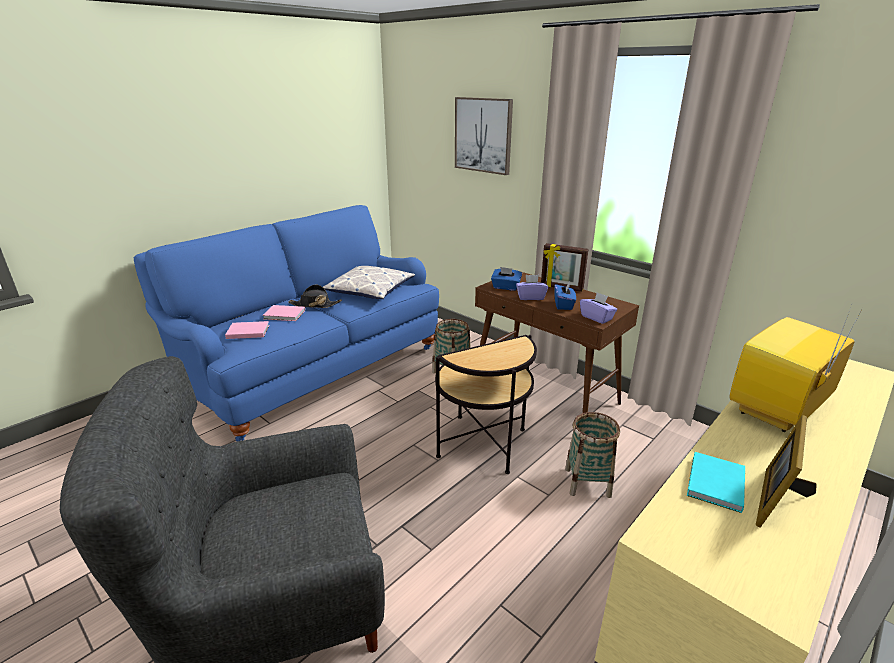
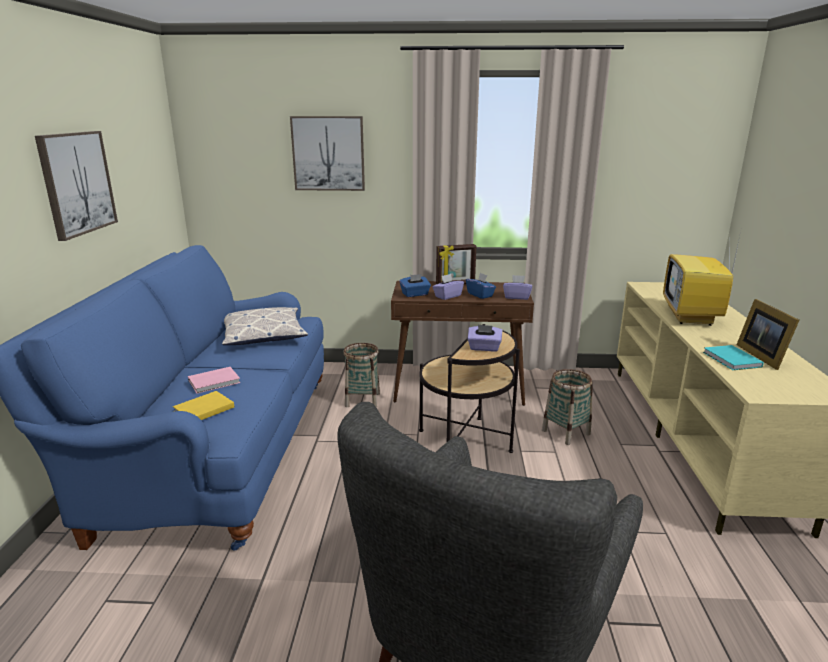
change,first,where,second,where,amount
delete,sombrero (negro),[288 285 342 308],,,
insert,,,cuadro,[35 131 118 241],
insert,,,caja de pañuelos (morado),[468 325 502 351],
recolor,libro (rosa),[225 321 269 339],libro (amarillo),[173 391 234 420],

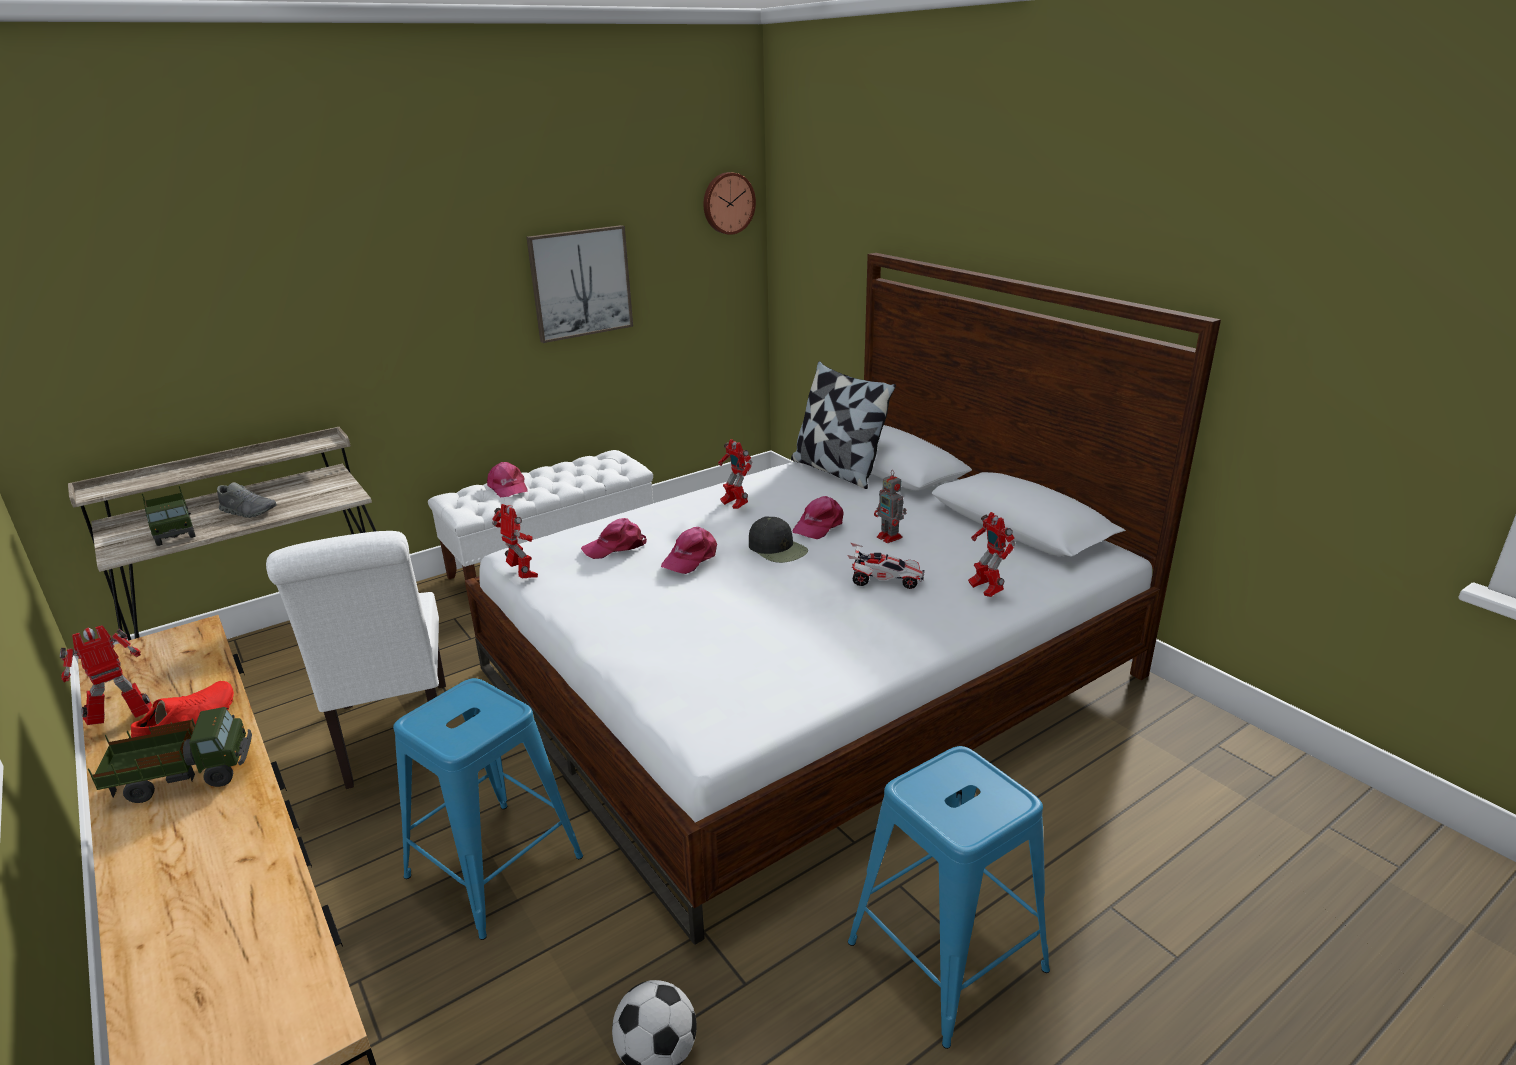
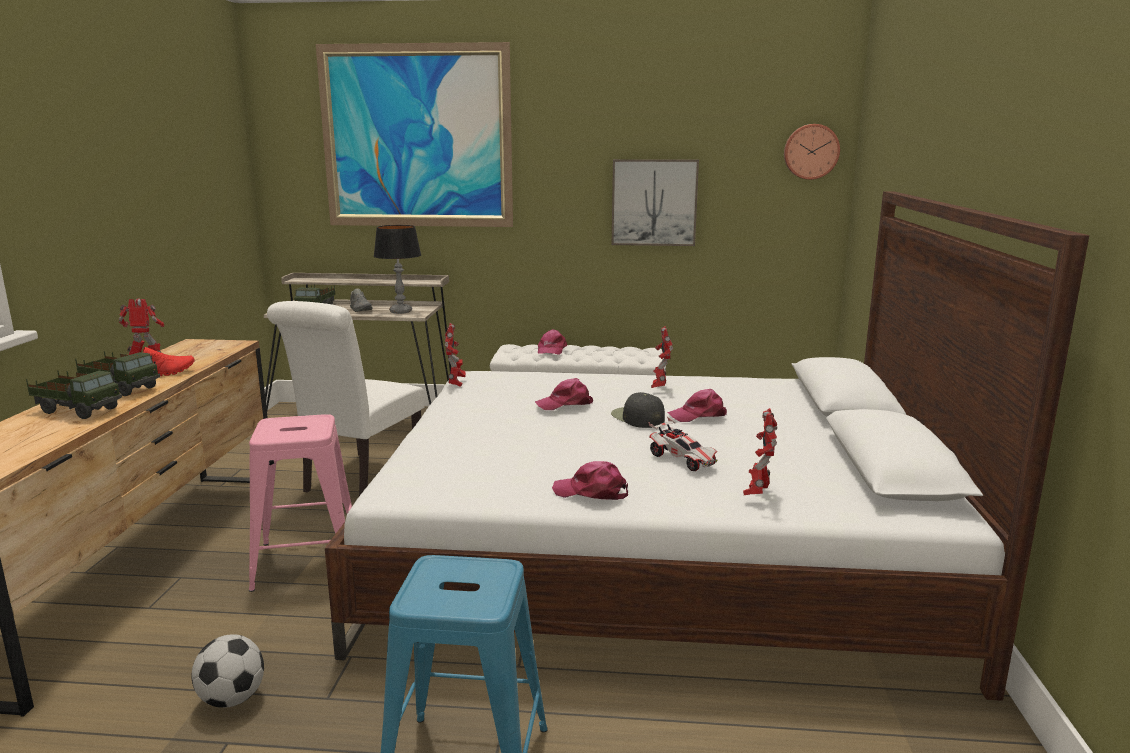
change,first,where,second,where,amount
delete,cojín,[791 361 896 489],,,
delete,robot de juguete,[874 470 907 543],,,
insert,,,camión de juguete,[26 370 122 419],
insert,,,cuadro,[316 42 513 227],
insert,,,lámpara de mesa,[374 225 421 314],
move,gorra (rosa),[581 518 647 559],,[552 461 628 500],
recolor,taburete (azul),[393 678 583 940],taburete (rosa),[249 414 352 592],
rotate,gorra (negro),[749 516 808 563],,[611 392 665 428],150 degrees clockwise

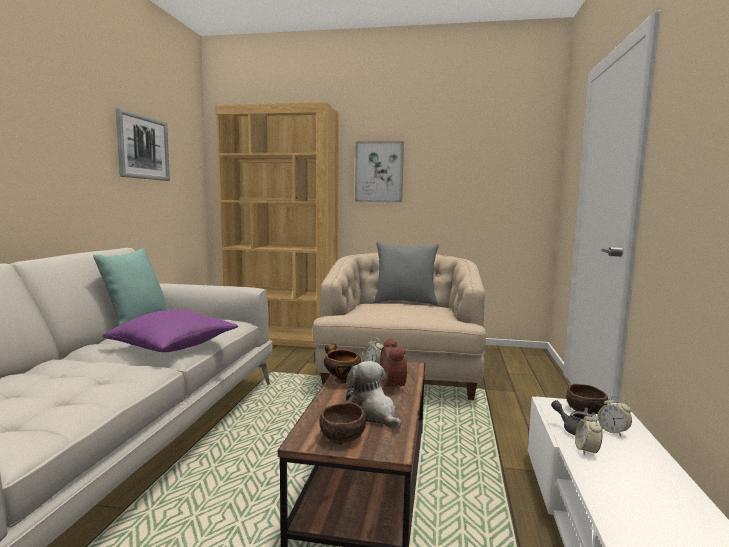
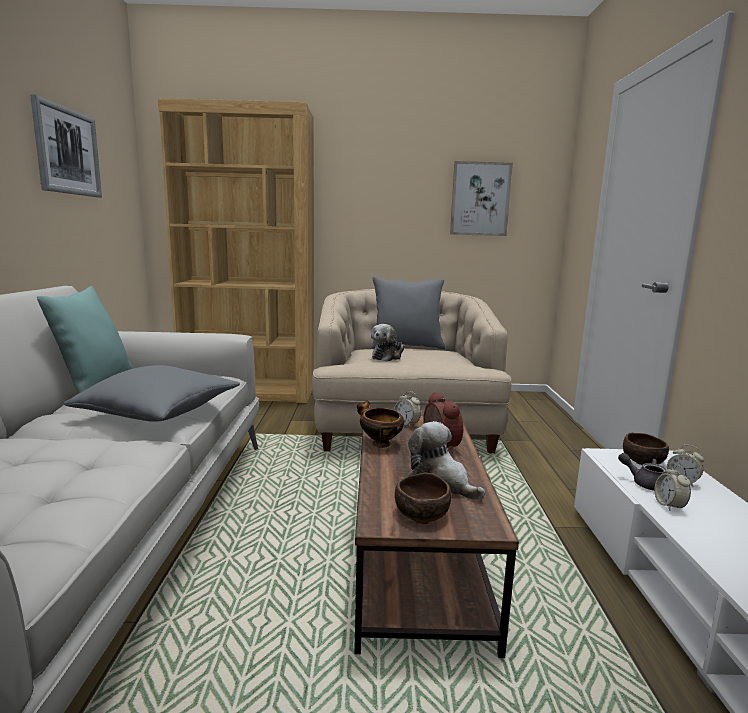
change,first,where,second,where,amount
insert,,,peluche,[371 324 405 361],
move,cuadro,[355 141 404 202],,[450 161 513 236],
recolor,cojín (morado),[102 310 238 352],cojín (gris),[64 365 240 422],

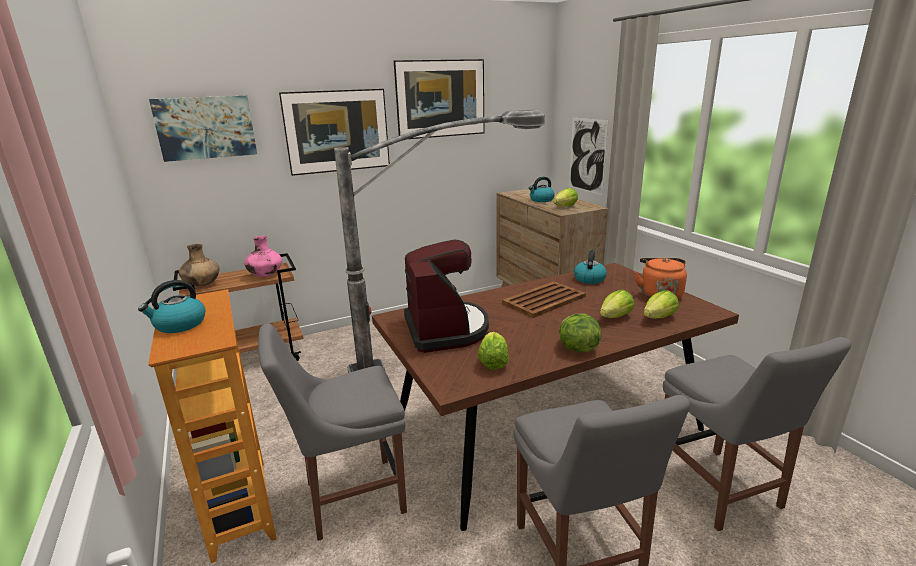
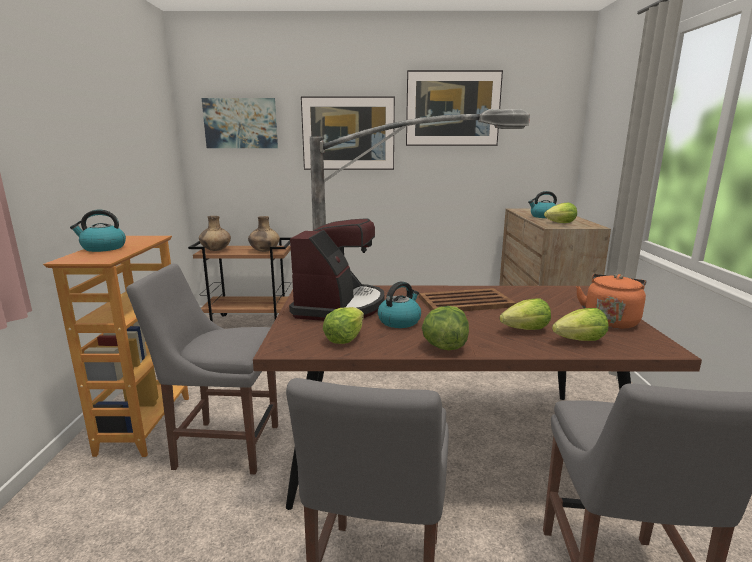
change,first,where,second,where,amount
delete,cuadro,[569 118 608 195],,,
move,hervidor,[574 250 607 284],,[378 281 421 328],
recolor,florero (rosa),[244 236 282 277],florero (marrón),[248 216 280 252],

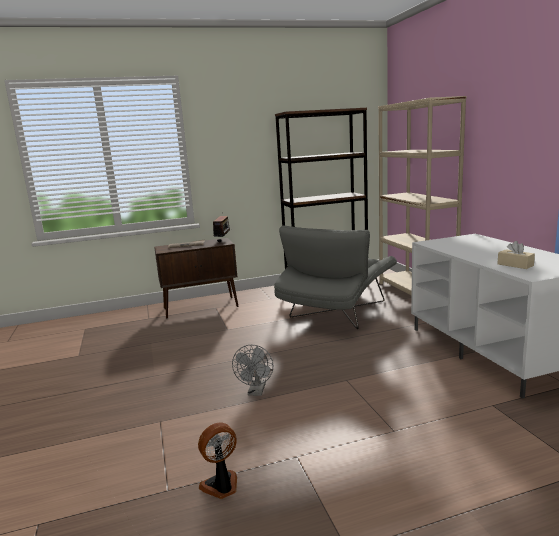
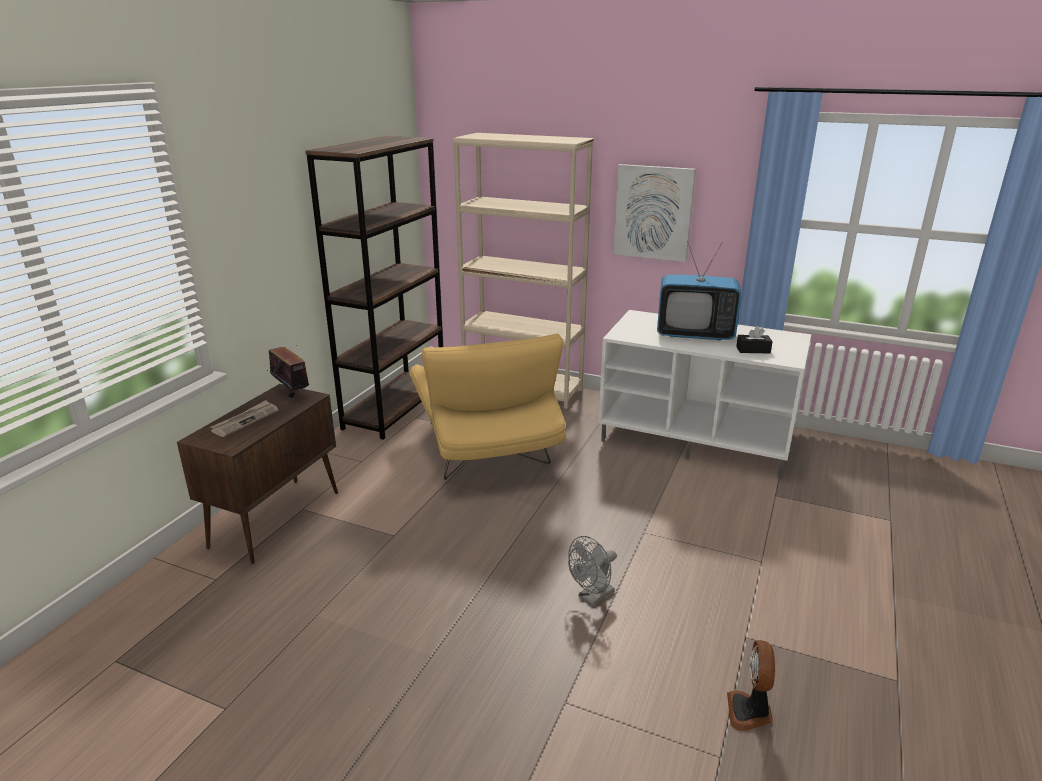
change,first,where,second,where,amount
insert,,,cuadro,[613 164 696 262],
insert,,,televisor,[657 241 742 341],
recolor,sillón (gris),[274 225 397 329],sillón (amarillo),[409 333 566 480],
recolor,caja de pañuelos (beis),[498 241 535 269],caja de pañuelos (negro),[736 326 773 353],
rotate,ventilador (gris),[232 345 273 396],,[568 536 617 606],90 degrees clockwise

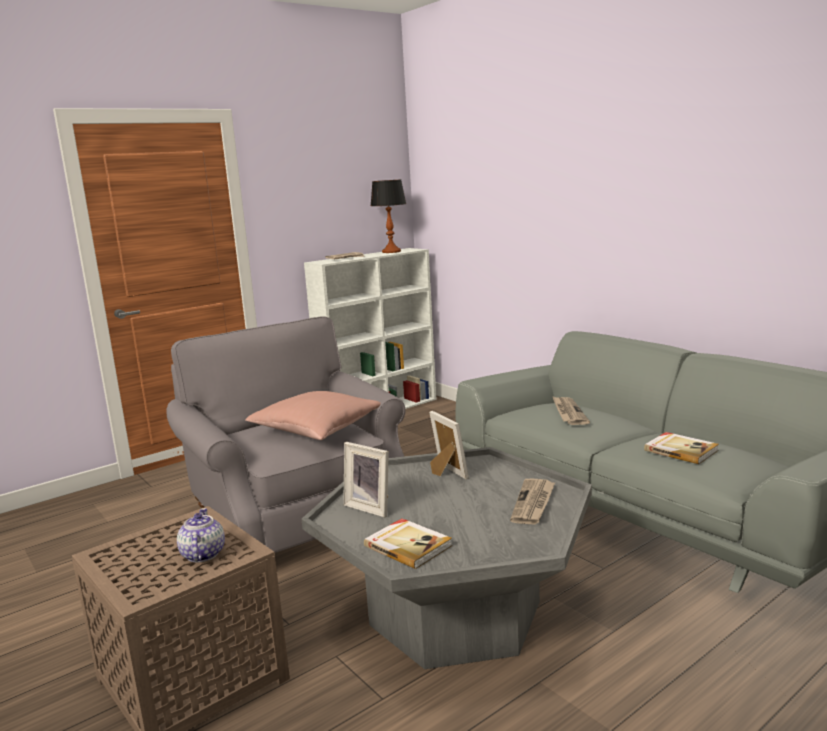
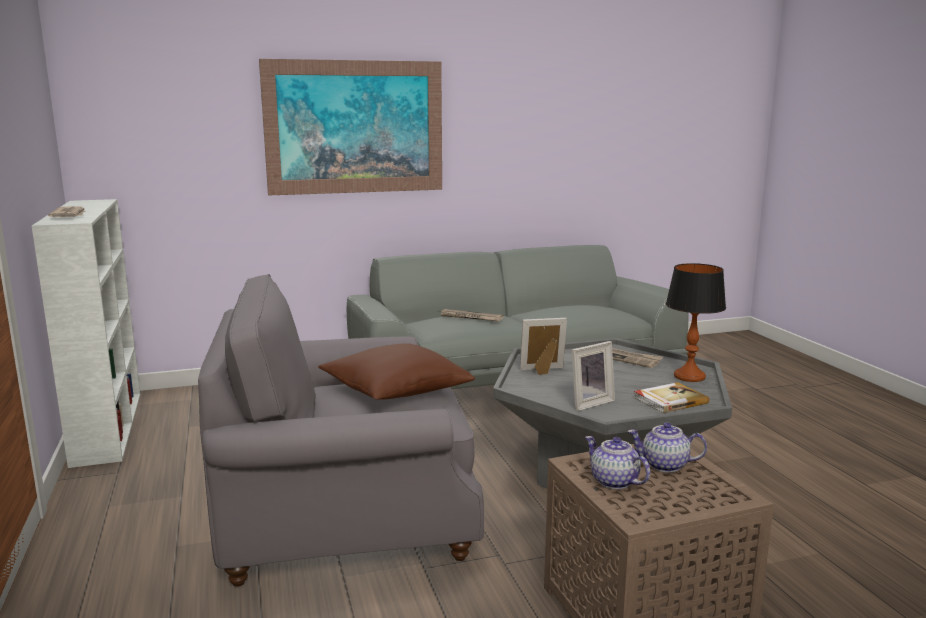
change,first,where,second,where,amount
delete,libro,[644 432 719 464],,,
insert,,,cuadro,[259 59 442 195],
insert,,,tetera,[585 436 650 489],
move,lámpara de mesa,[371 180 406 253],,[666 263 726 382],
recolor,cojín (rosa),[245 391 381 440],cojín (marrón),[318 344 475 400],

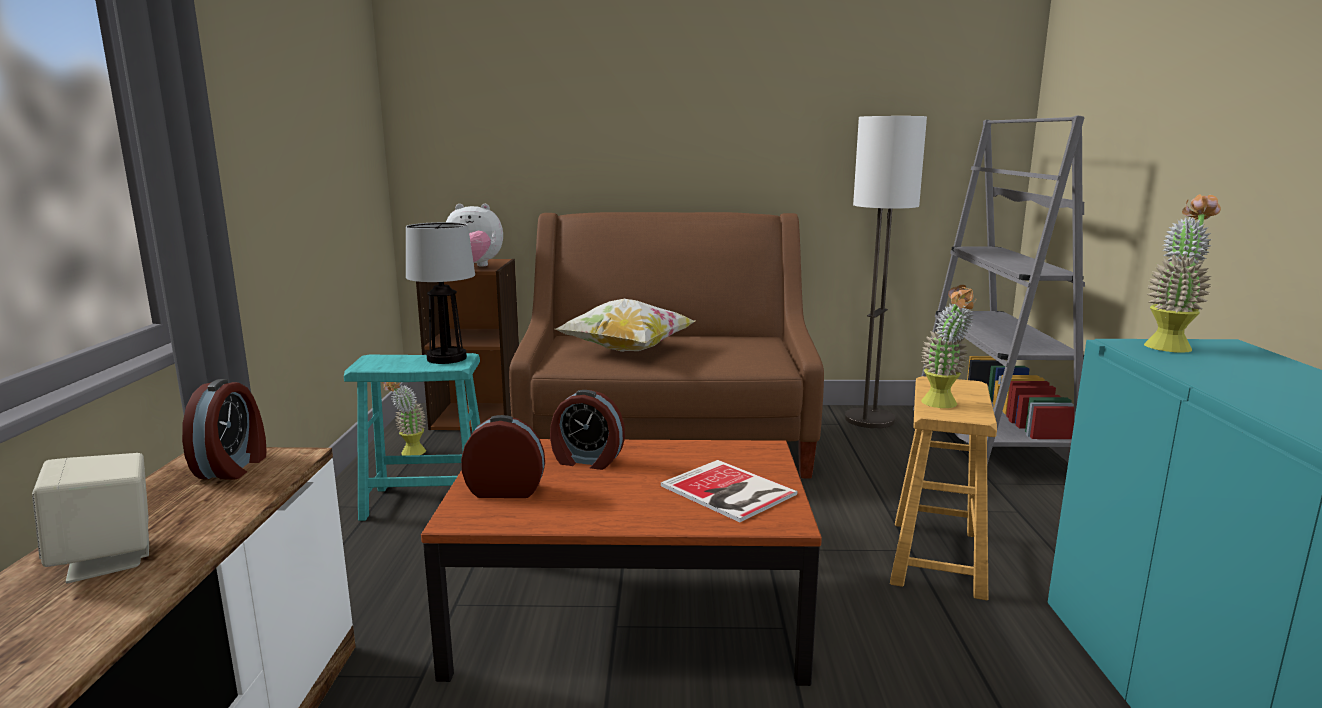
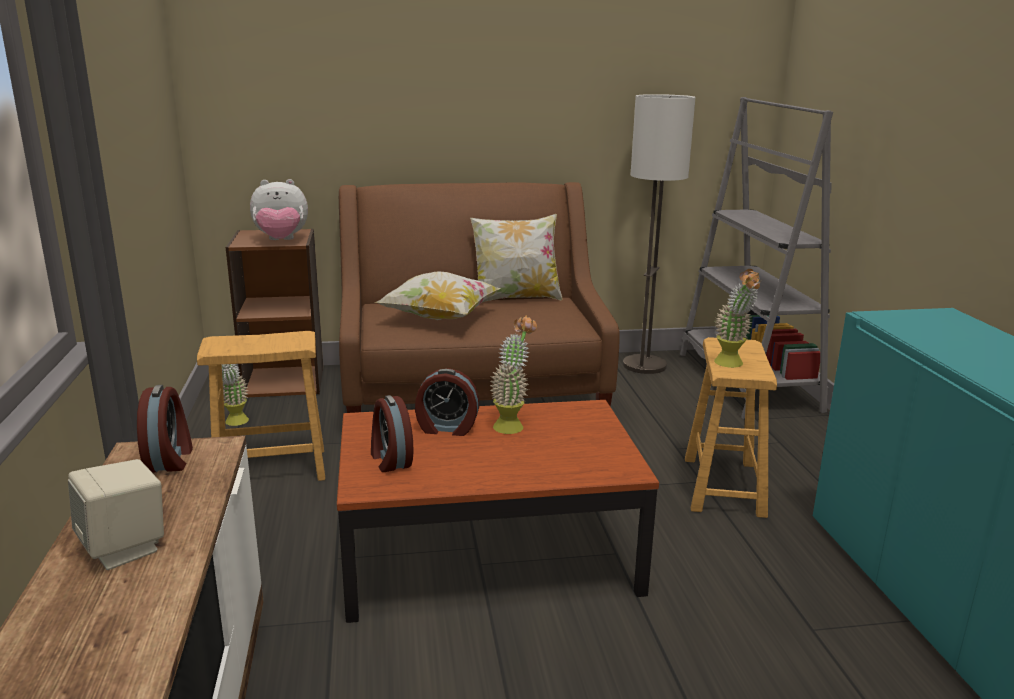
change,first,where,second,where,amount
delete,lámpara de mesa,[406 222 475 364],,,
delete,libro,[661 460 798 522],,,
insert,,,cojín,[470 214 563 302],
move,planta en maceta,[1144 194 1221 353],,[489 315 537 434],
recolor,taburete (turquesa),[344 353 480 521],taburete (marrón),[197 331 325 481],
rotate,despertador,[461 415 545 498],,[371 395 414 472],105 degrees counterclockwise

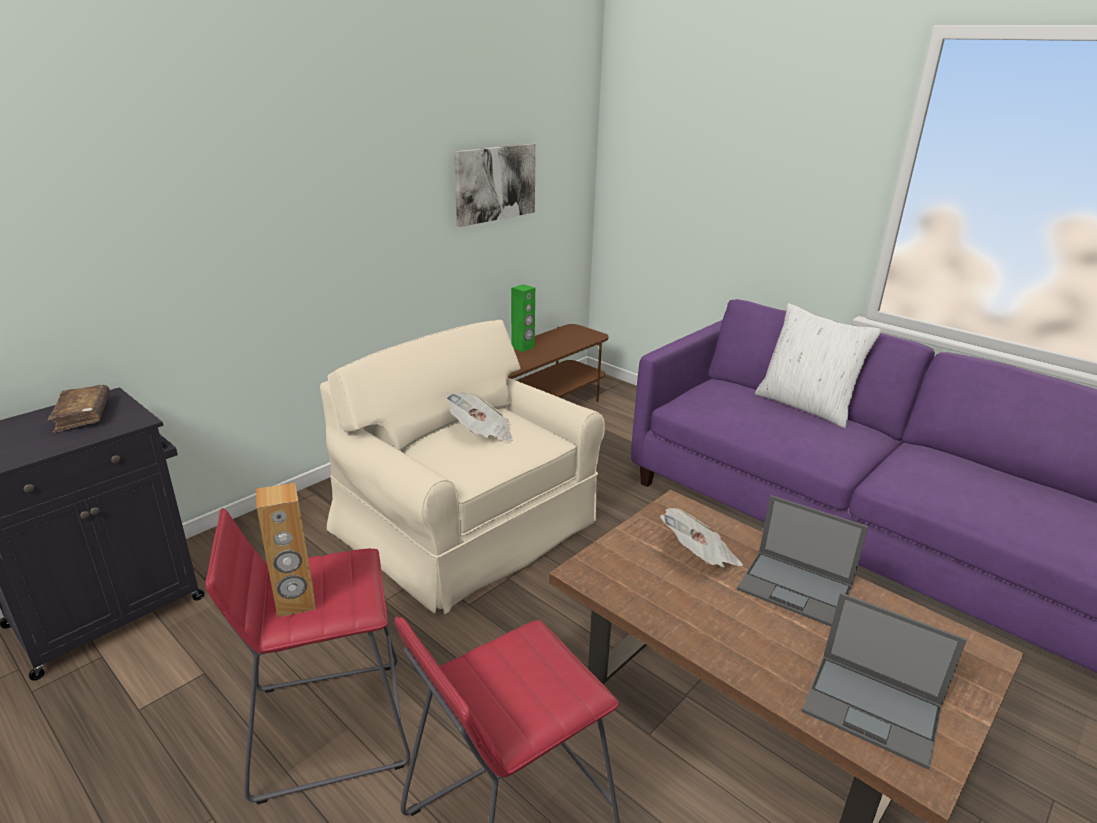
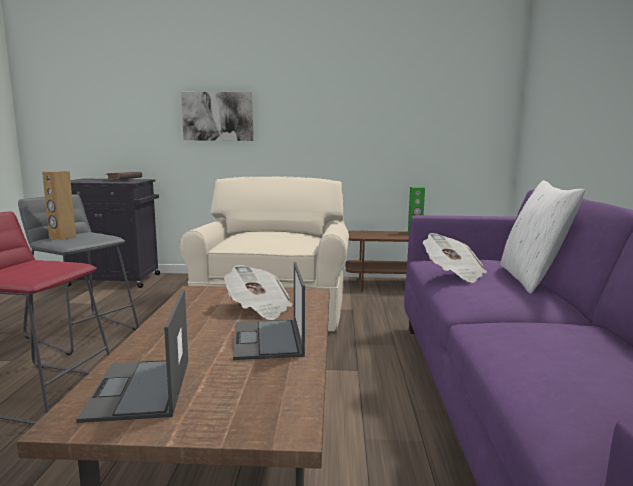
change,first,where,second,where,amount
move,periódico,[446 393 513 442],,[423 233 487 283],
move,cuadro,[454 143 536 227],,[181 92 254 141],
recolor,taburete (rojo),[205 508 410 804],taburete (gris),[18 194 139 355],

